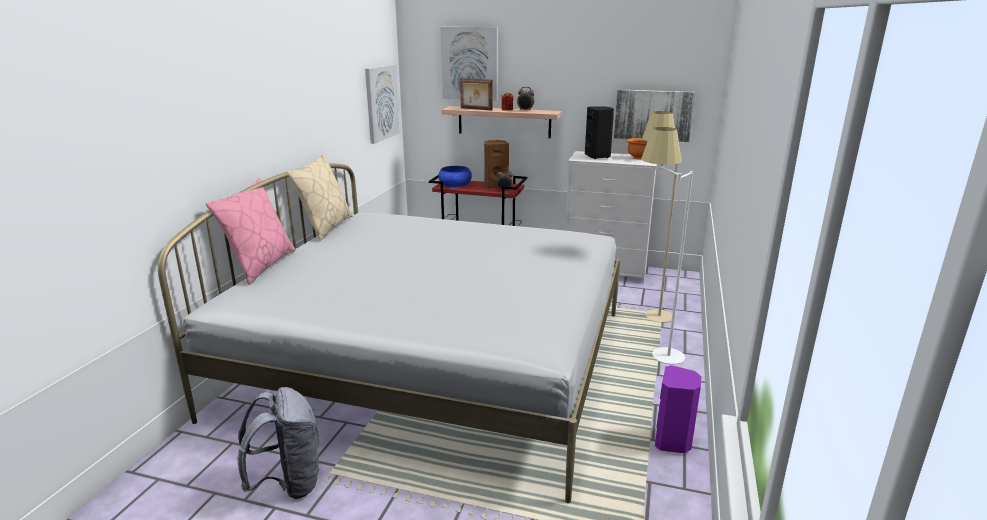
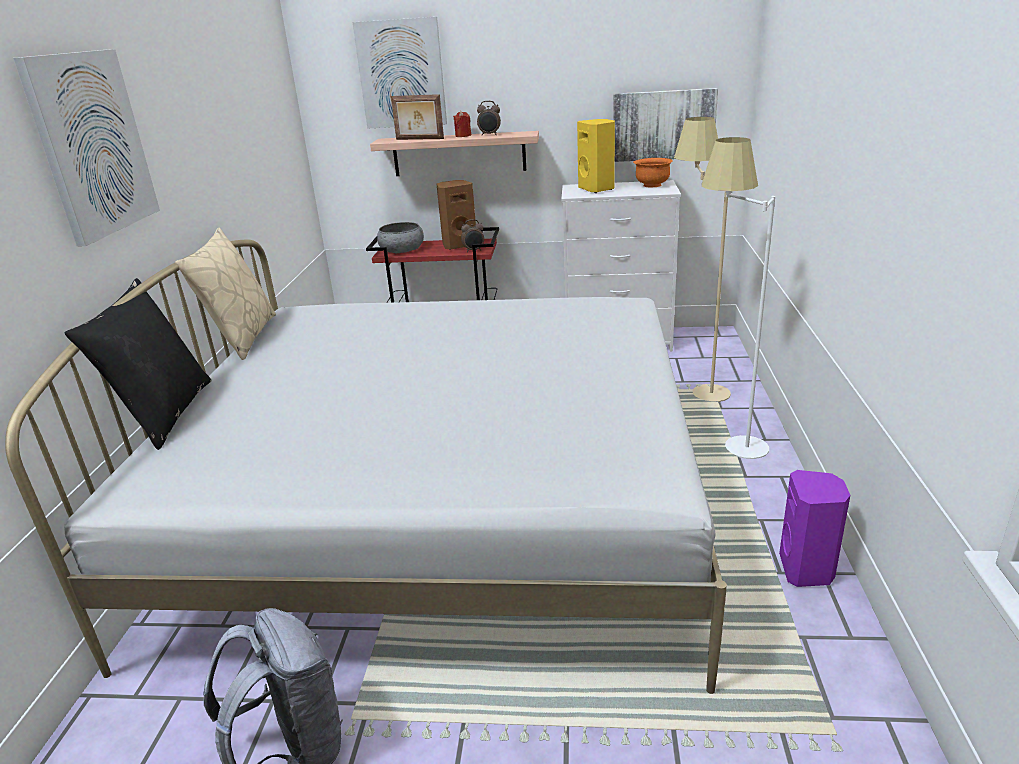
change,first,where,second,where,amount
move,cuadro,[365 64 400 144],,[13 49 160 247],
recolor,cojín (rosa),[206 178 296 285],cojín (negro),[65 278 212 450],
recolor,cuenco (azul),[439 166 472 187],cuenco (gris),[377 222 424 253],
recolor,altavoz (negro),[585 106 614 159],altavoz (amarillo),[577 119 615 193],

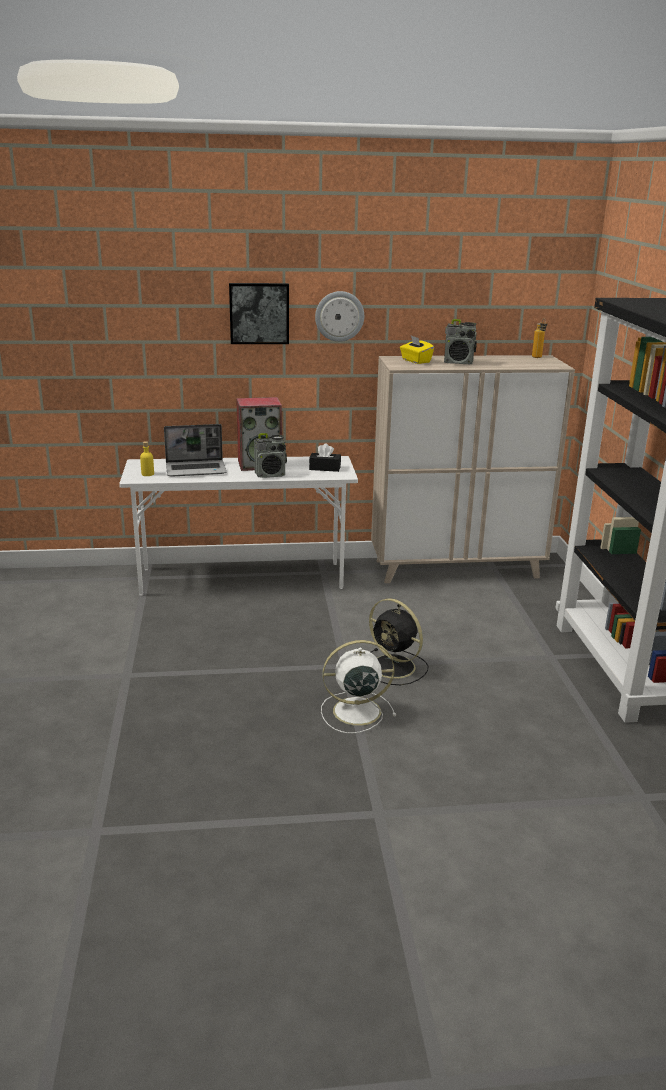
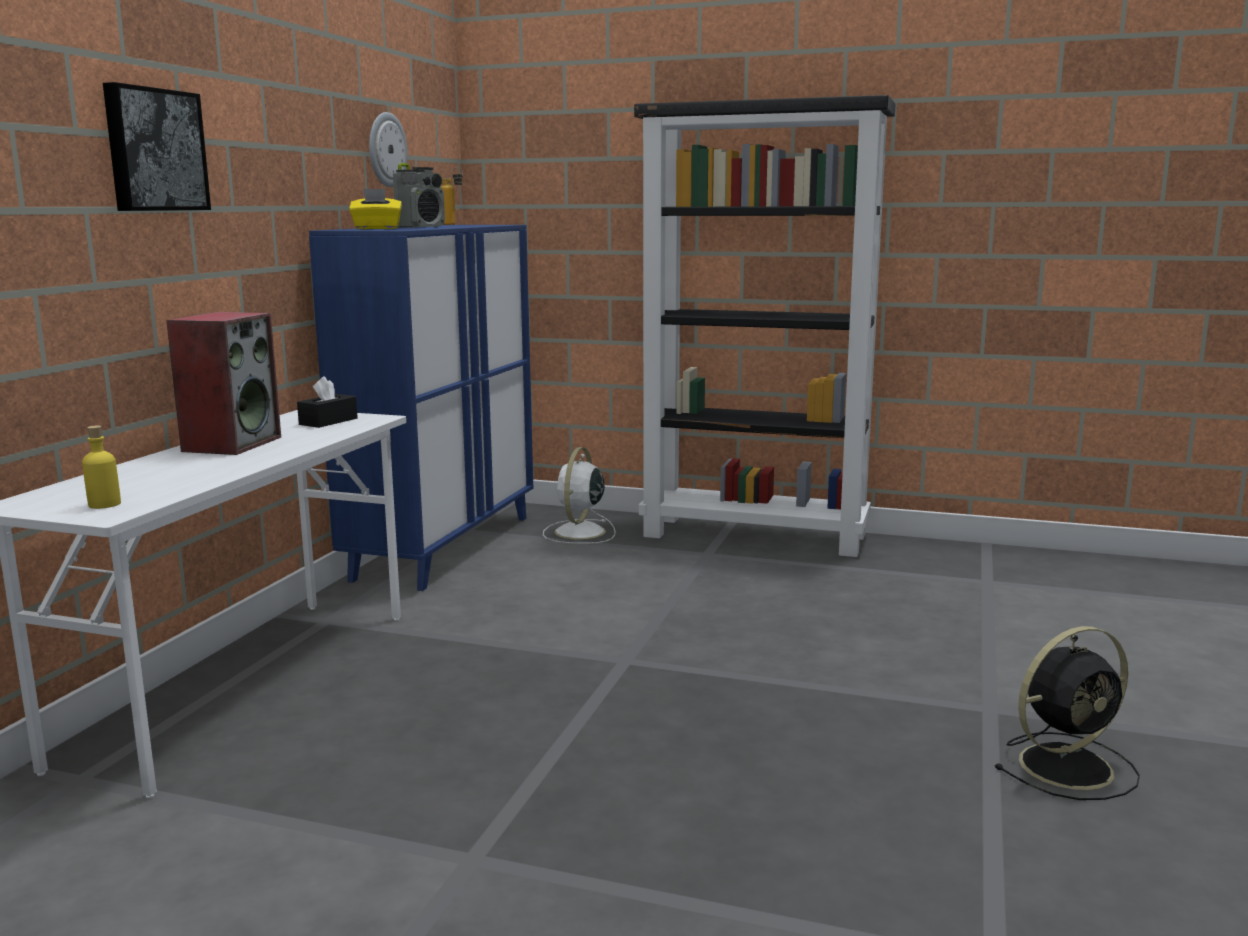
change,first,where,second,where,amount
delete,portátil,[164 424 227 477],,,
delete,radio,[254 433 287 478],,,
move,reloj de pared,[315 291 364 342],,[369 112 408 187],
move,ventilador (blanco),[321 640 396 734],,[543 447 615 544],
move,ventilador (negro),[369 598 428 685],,[994 626 1140 800],
recolor,armario (beis),[371 355 575 583],armario (azul),[309 225 534 591],

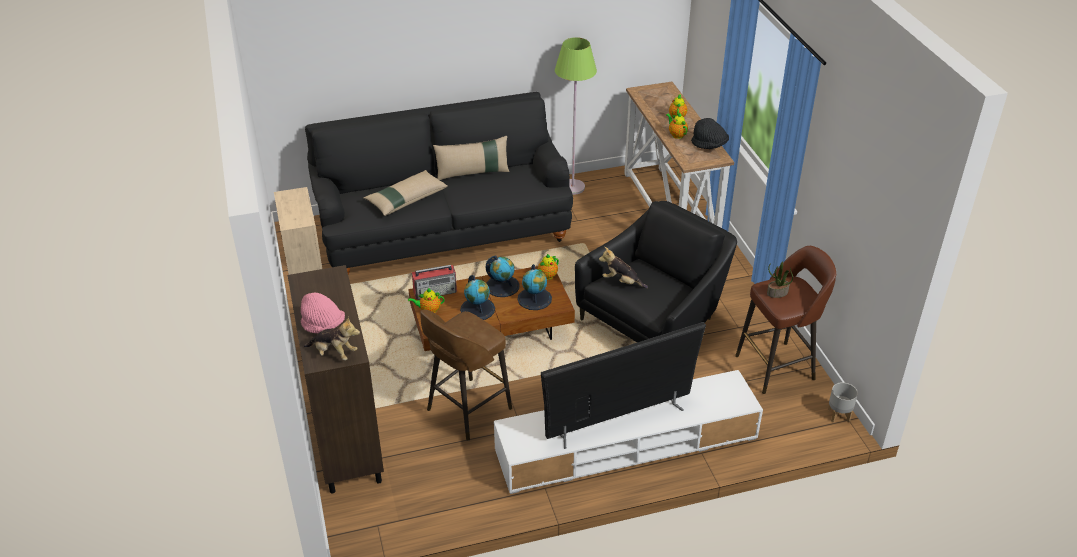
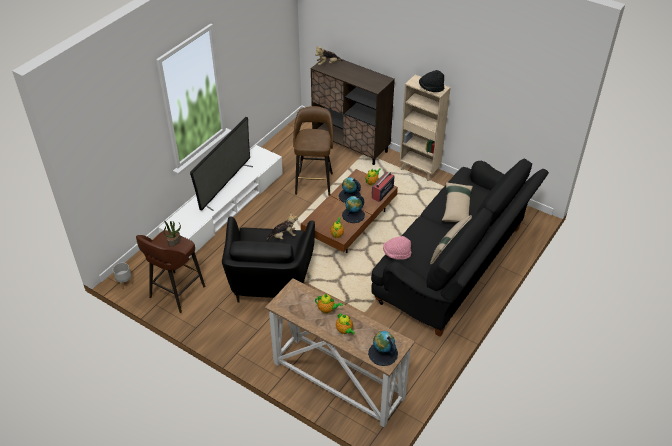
change,first,where,second,where,amount
delete,lámpara de pie (verde),[555 37 597 195],,,
move,sombrero (rosa),[301 293 345 334],,[383 236 411 260],
move,globo terráqueo,[517 264 552 310],,[368 331 398 366],
move,sombrero (negro),[691 118 729 149],,[419 70 444 92],

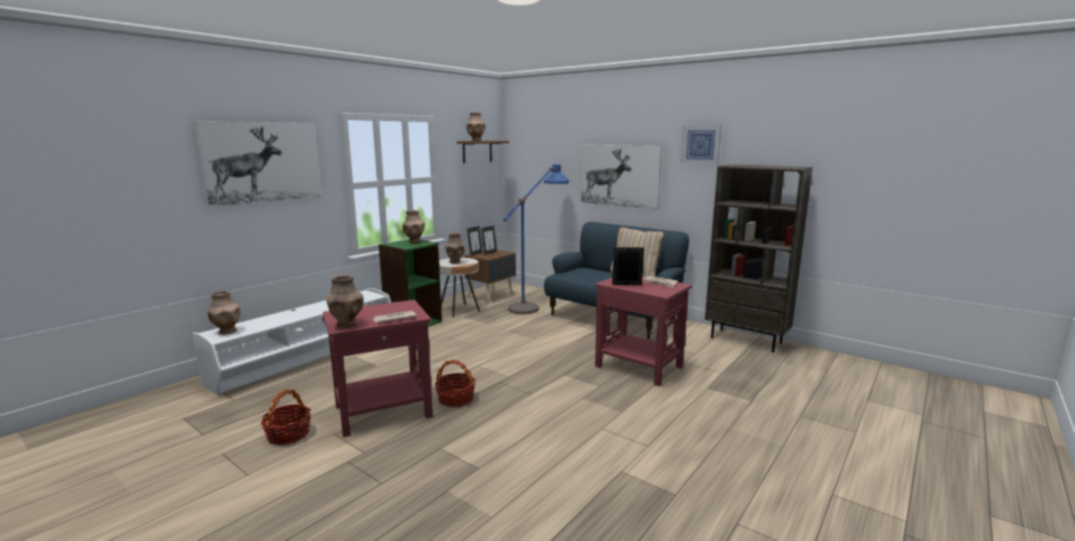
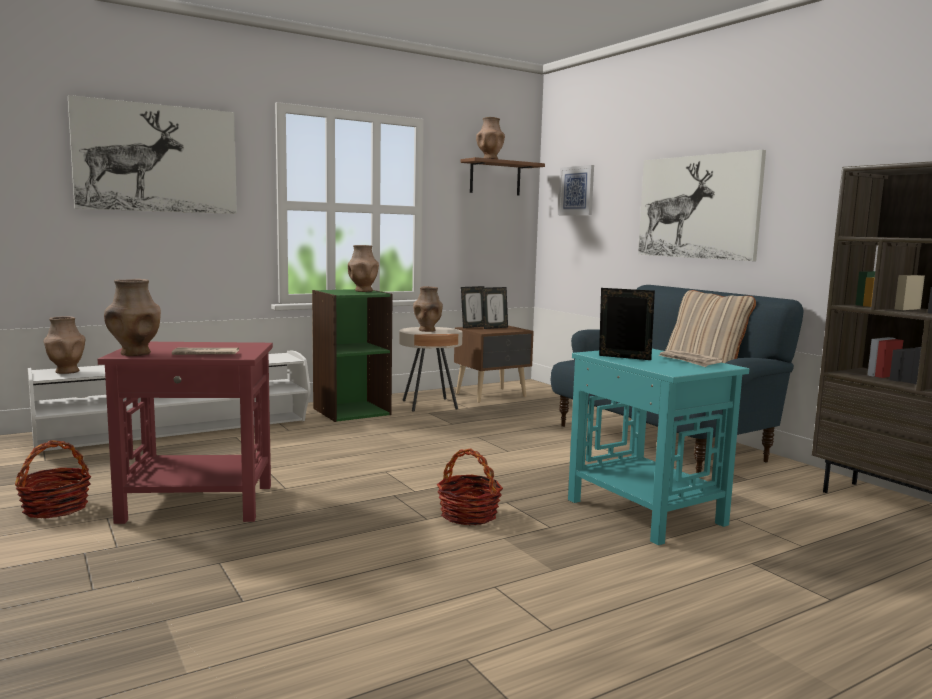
change,first,where,second,where,amount
delete,lámpara de pie (azul),[503 164 569 314],,,
move,cesta,[434 360 475 407],,[437 448 503 525],
move,cuadro,[680 124 722 165],,[558 165 594 215],
recolor,mesa auxiliar (rojo),[595 276 692 386],mesa auxiliar (turquesa),[568 349 749 545],

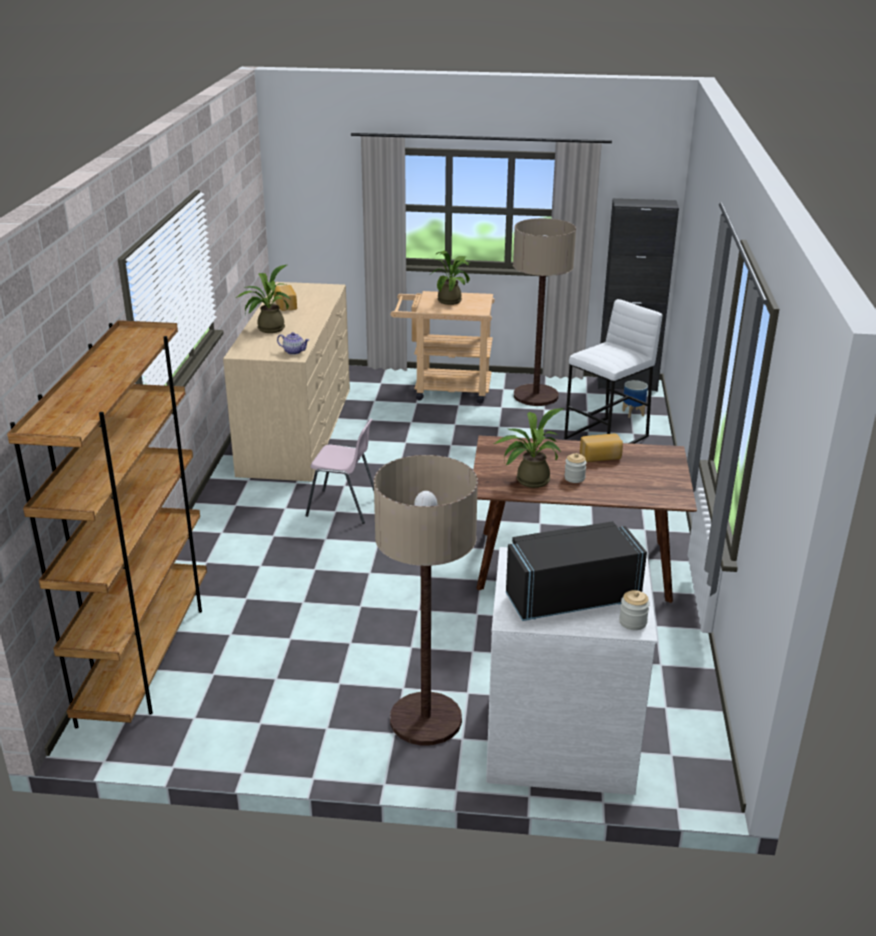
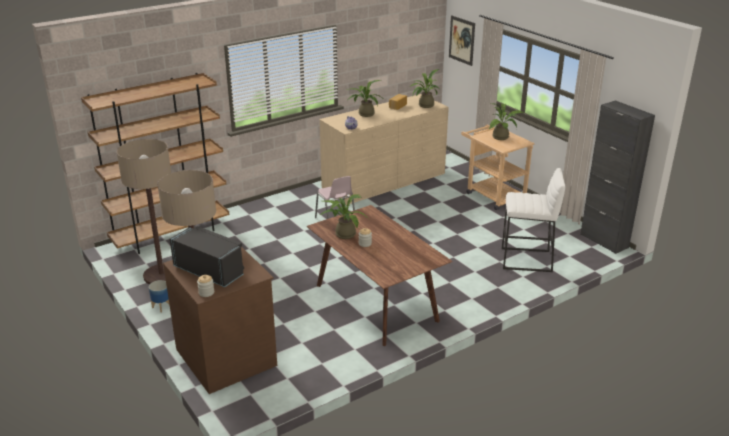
change,first,where,second,where,amount
delete,pan,[580 434 623 462],,,
insert,,,planta en maceta,[409 69 440 108],
insert,,,cuadro,[449 15 475 66],
move,lámpara de pie,[513 218 576 406],,[117 139 171 284],
move,maceta,[622 380 648 418],,[149 280 170 312],
recolor,cómoda (blanco),[486 547 658 795],cómoda (marrón),[163 247 277 394],

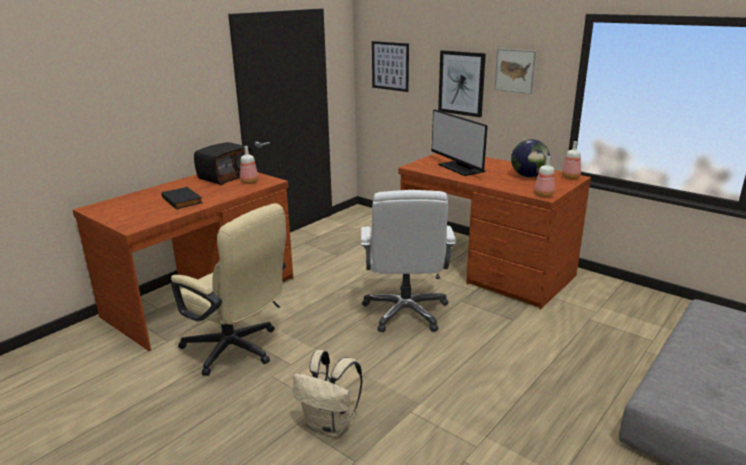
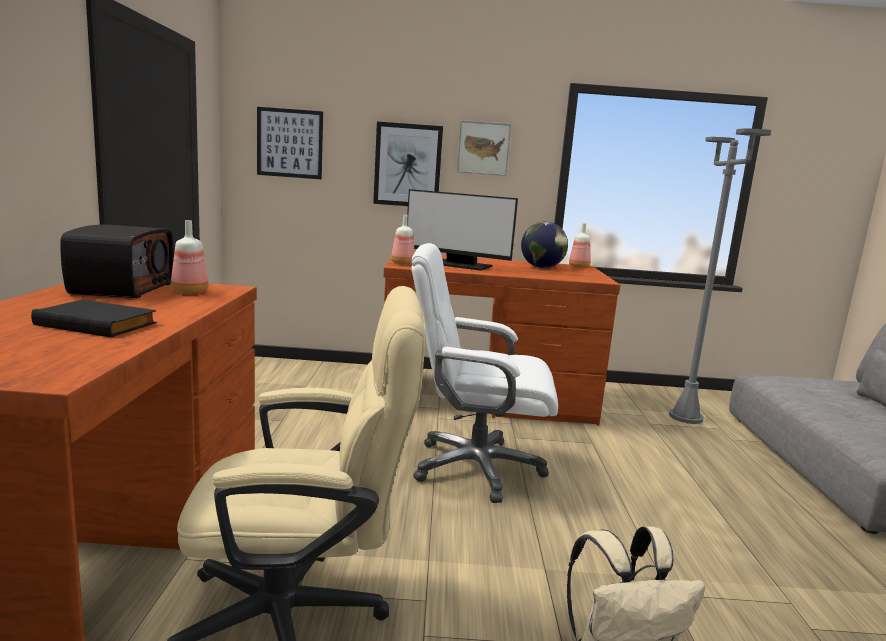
change,first,where,second,where,amount
insert,,,lámpara de pie (gris),[669 128 771 424],
move,botella,[534 156 555 197],,[391 215 415 265],
rotate,silla de oficina (blanco),[361 190 456 332],,[411 243 558 503],135 degrees clockwise

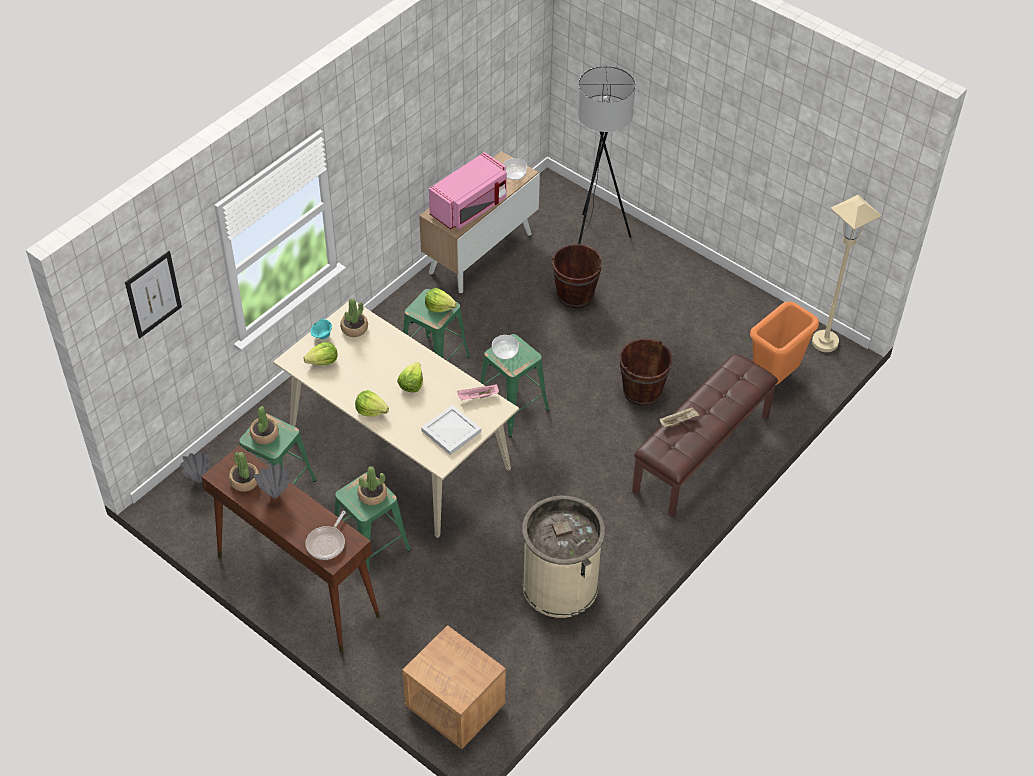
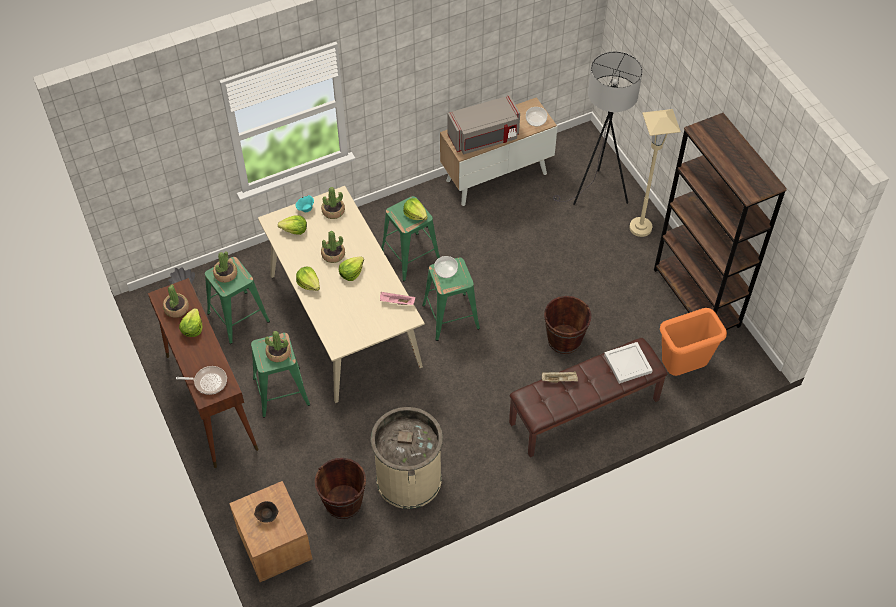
change,first,where,second,where,amount
delete,cuadro,[125 251 182 339],,,
insert,,,cuenco (marrón),[254 501 278 522],
insert,,,planta en maceta,[321 231 345 263],
insert,,,estantería (marrón),[654 113 787 330],
move,bandeja (blanco),[421 405 481 455],,[604 342 653 384],
move,cubo (marrón),[552 244 603 308],,[315 458 366 519],
move,lámpara de pie (beis),[812 195 882 352],,[629 109 681 237],
replace,florero (gris),[253 463 290 498],lechuga,[179 308 203 337],
recolor,microondas (rosa),[429 152 507 229],microondas (gris),[448 95 520 154],
rotate,sartén,[305 511 346 560],,[176 366 227 395],135 degrees counterclockwise

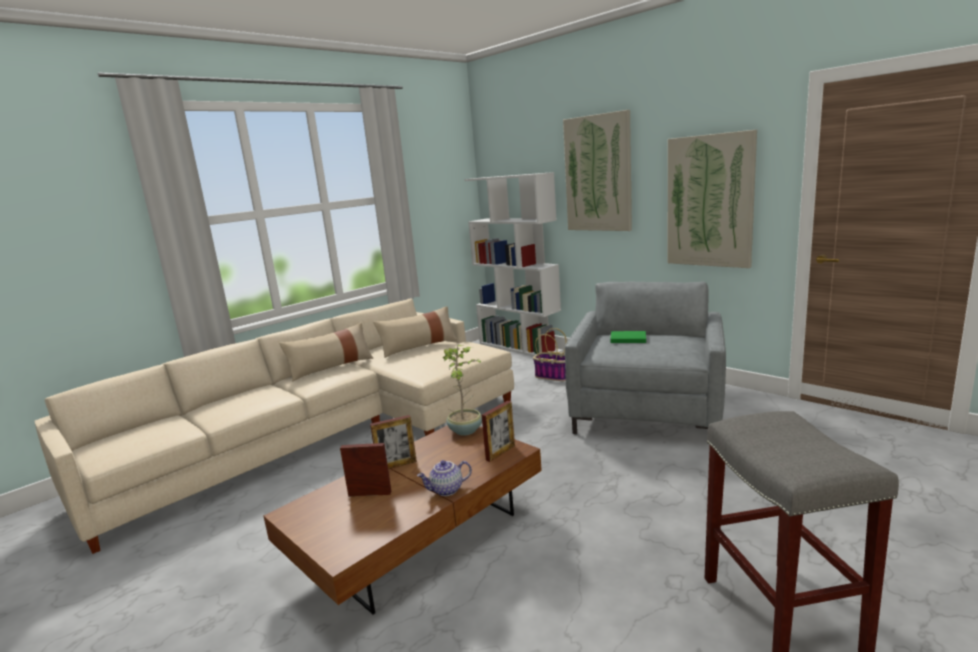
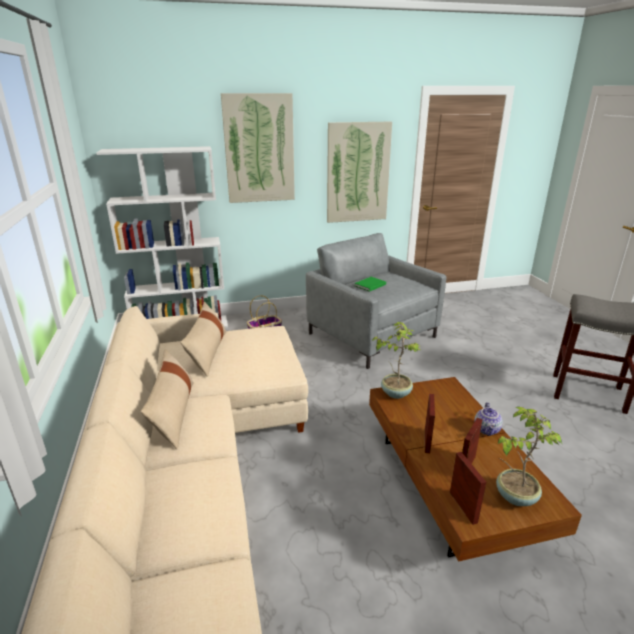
change,first,where,second,where,amount
insert,,,planta en maceta,[496 407 562 506],
move,portarretratos,[482 401 515 462],,[450 452 486 525],

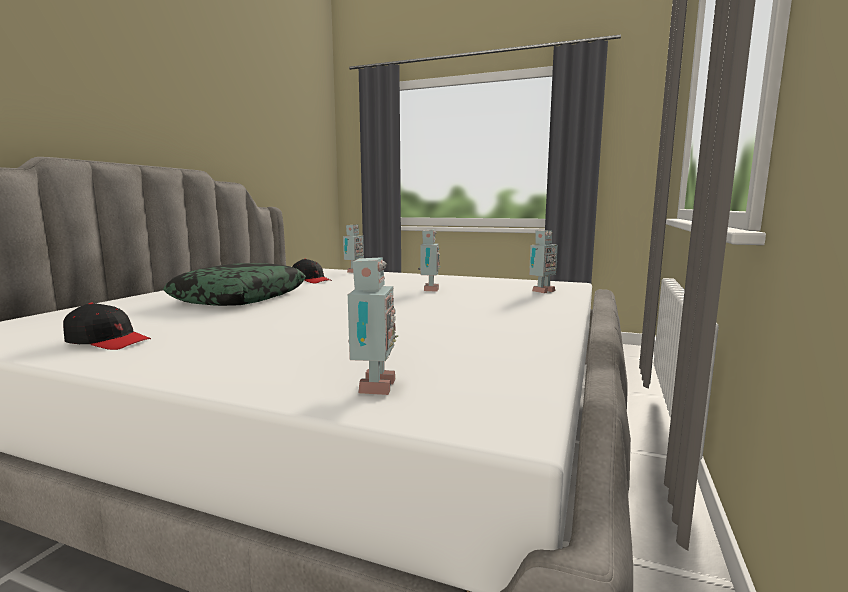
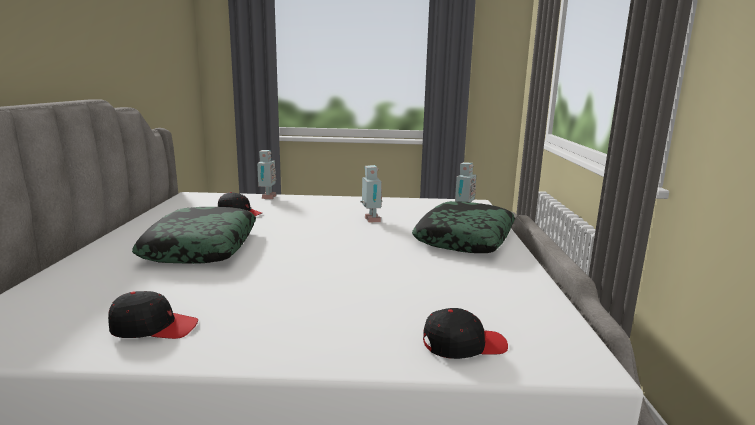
change,first,where,second,where,amount
insert,,,cojín,[412 201 515 253],
replace,robot de juguete,[348 257 398 395],gorra (negro),[423 308 508 359],

